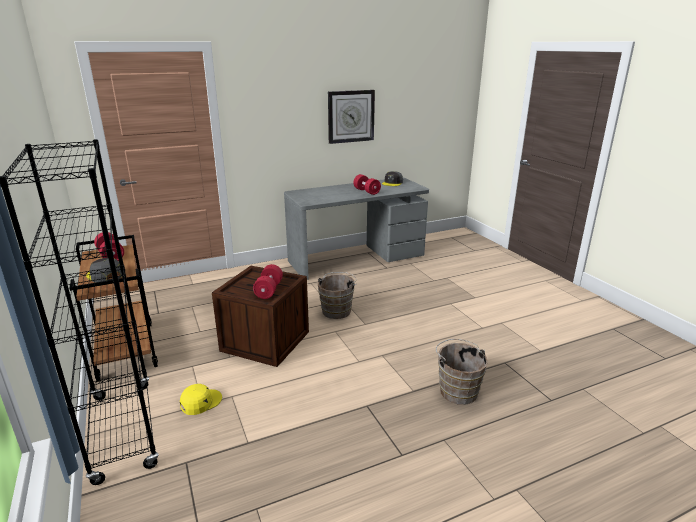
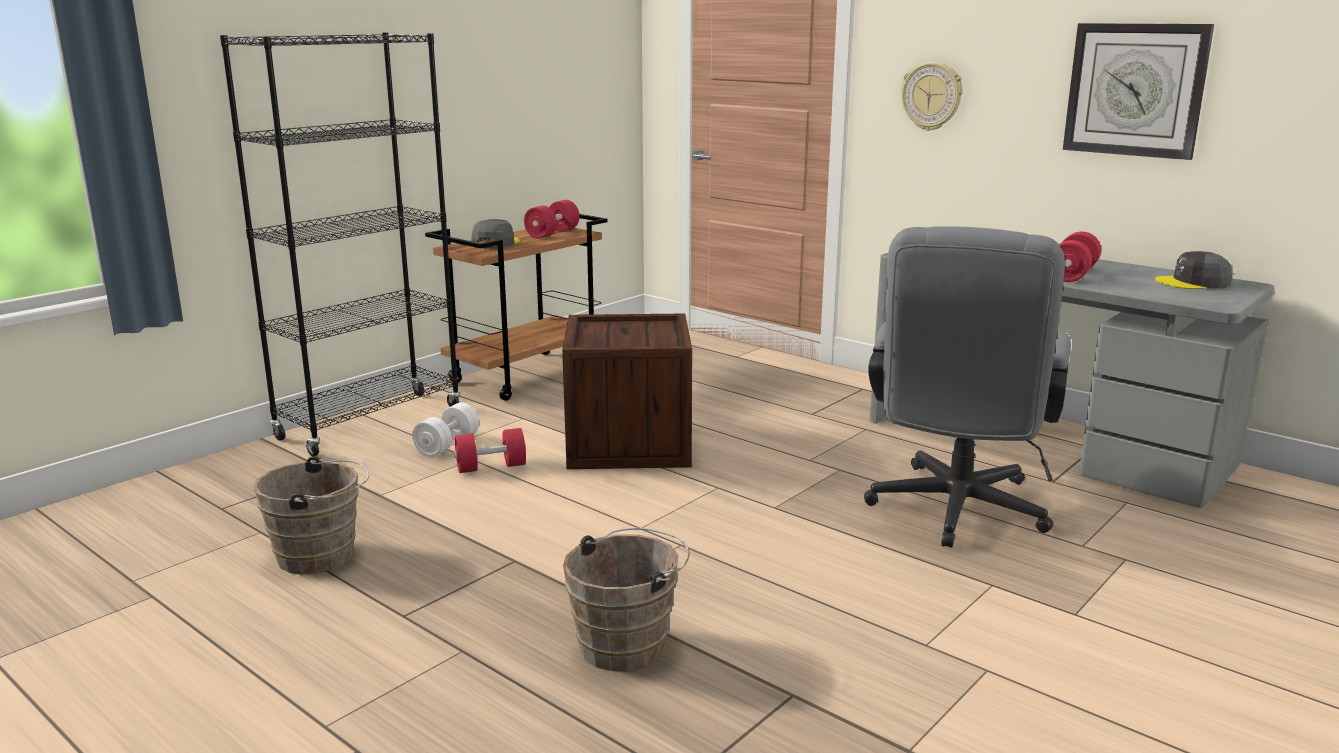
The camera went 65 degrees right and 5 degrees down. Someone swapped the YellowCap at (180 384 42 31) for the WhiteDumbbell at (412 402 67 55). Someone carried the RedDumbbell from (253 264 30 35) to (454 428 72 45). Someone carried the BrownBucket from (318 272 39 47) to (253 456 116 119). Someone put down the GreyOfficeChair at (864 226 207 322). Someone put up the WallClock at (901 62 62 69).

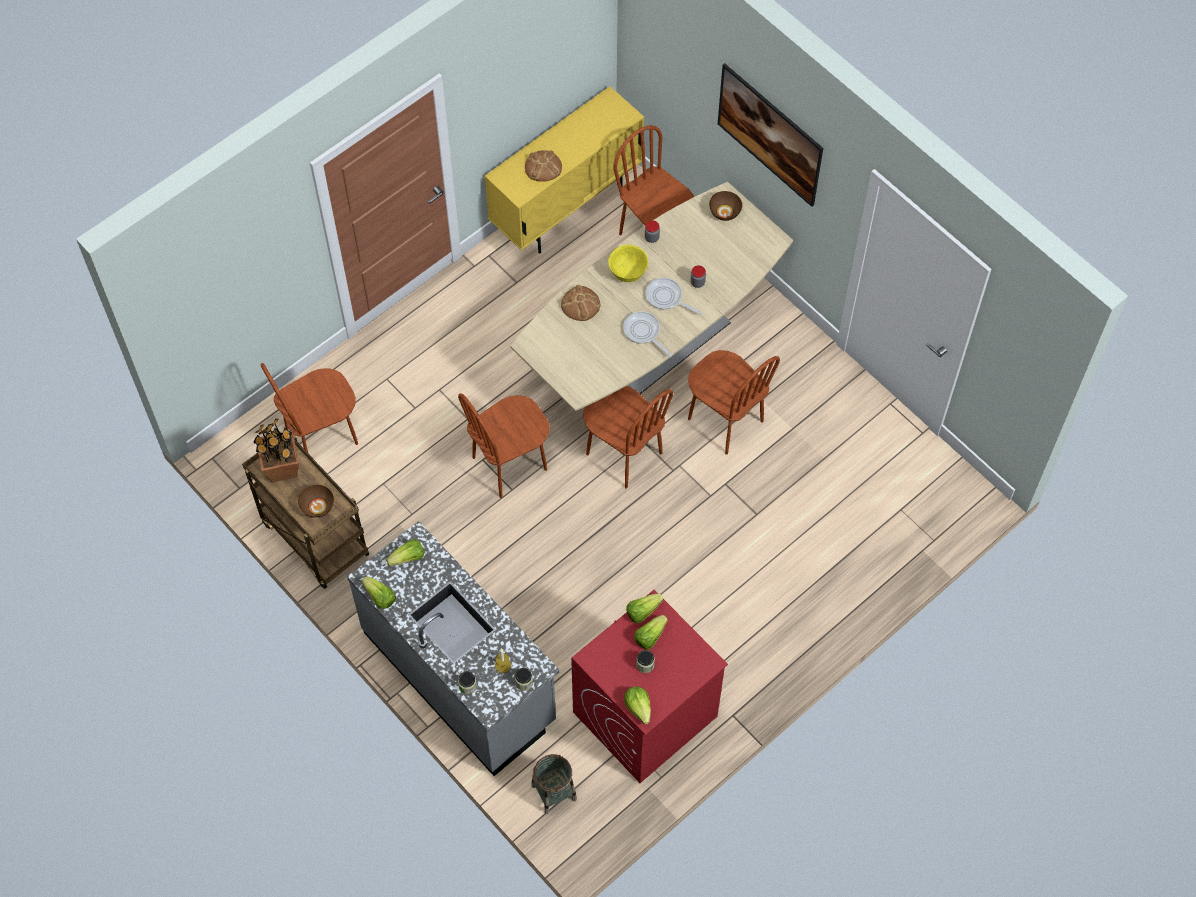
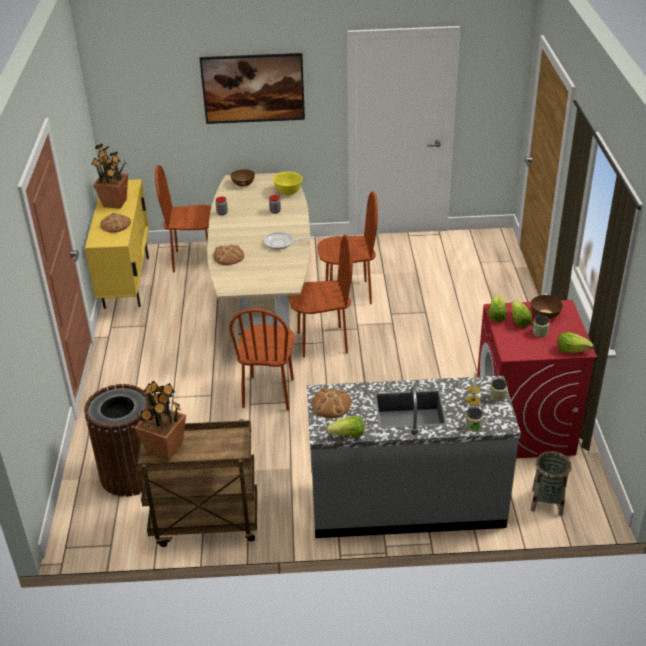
The camera went 50 degrees left and 25 degrees down. Someone swapped the BrownChair at (260 363 98 90) for the BrownTrashCan at (84 384 67 113). Someone carried the BrownBowl from (298 485 36 33) to (531 295 32 24). Someone swapped the Lettuce at (386 539 38 27) for the Bread at (312 388 39 30). Someone carried the YellowBowl from (608 244 40 38) to (273 172 29 23). Someone took away the FryingPan at (645 278 57 37). Someone put down the PottedPlant at (92 144 36 65).

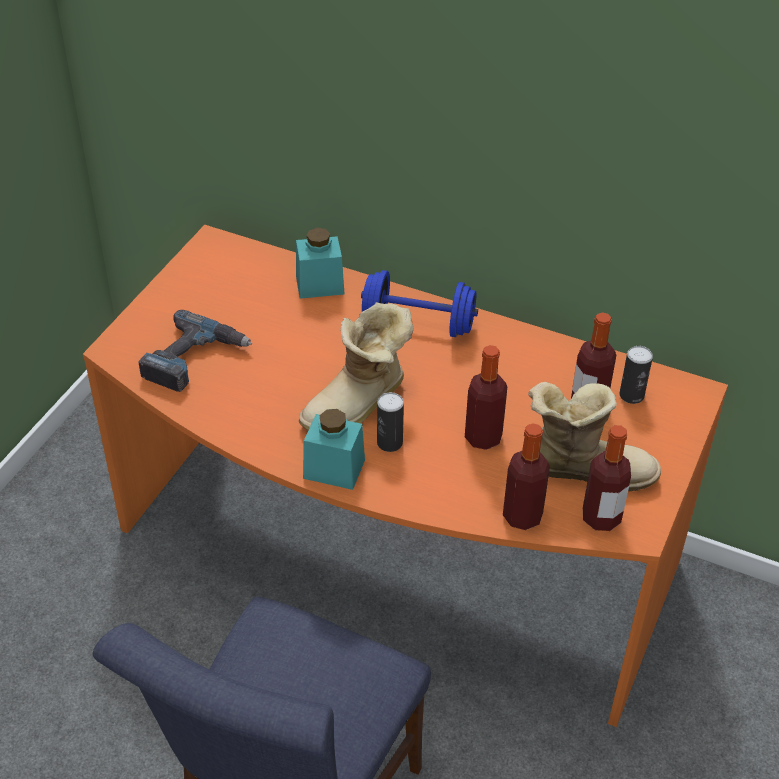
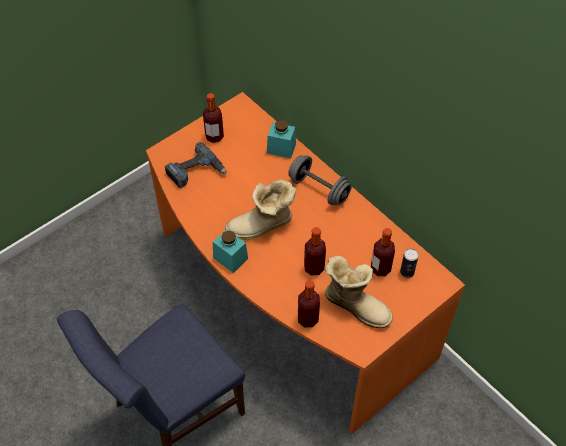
The camera went 25 degrees right and 10 degrees up. Someone repainted the BlueDumbbell at (361 270 117 67), which became the GreyDumbbell at (288 155 64 50). Someone took away the Can at (377 392 27 60). Someone carried the Bottle from (583 425 48 106) to (203 93 21 50).

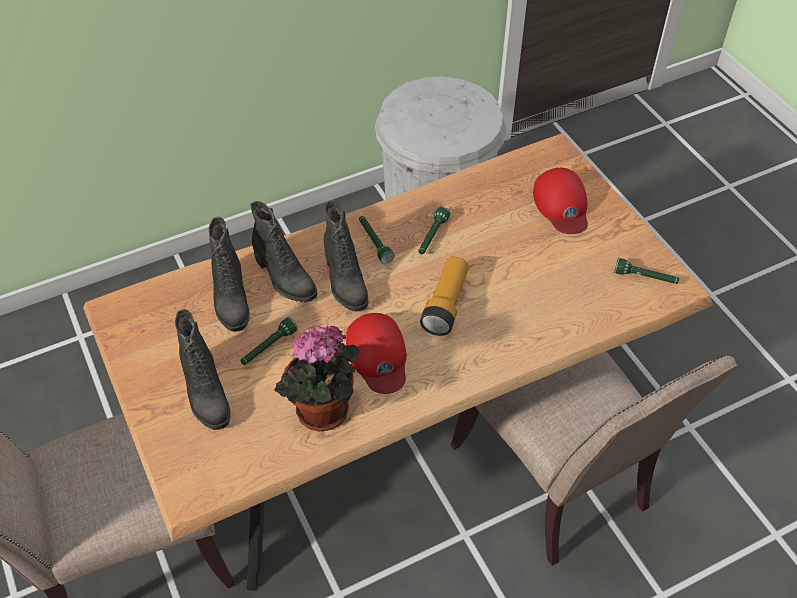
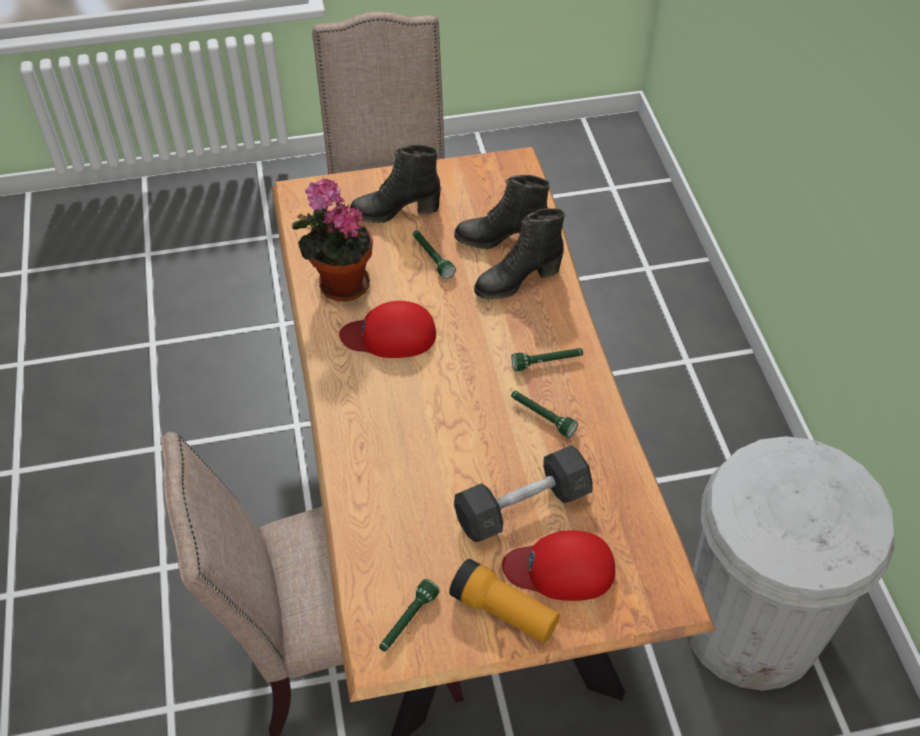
The camera went 105 degrees right and 0 degrees up. Someone took away the BlackBoot at (324 200 44 112). Someone carried the Flashlight from (420 256 48 80) to (449 559 111 84). Someone put down the GreyDumbbell at (454 445 139 97).

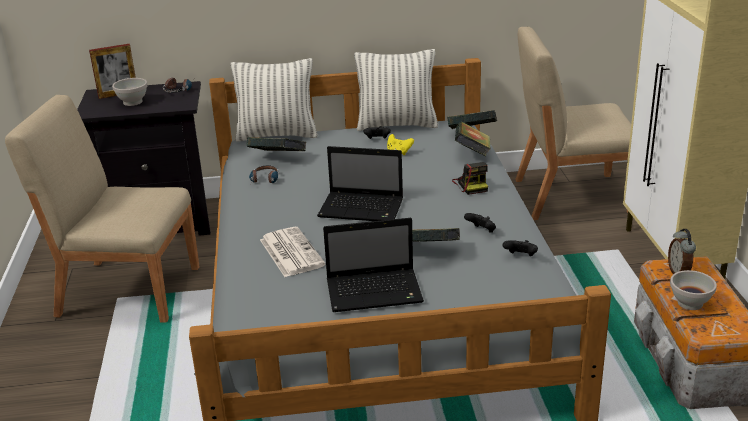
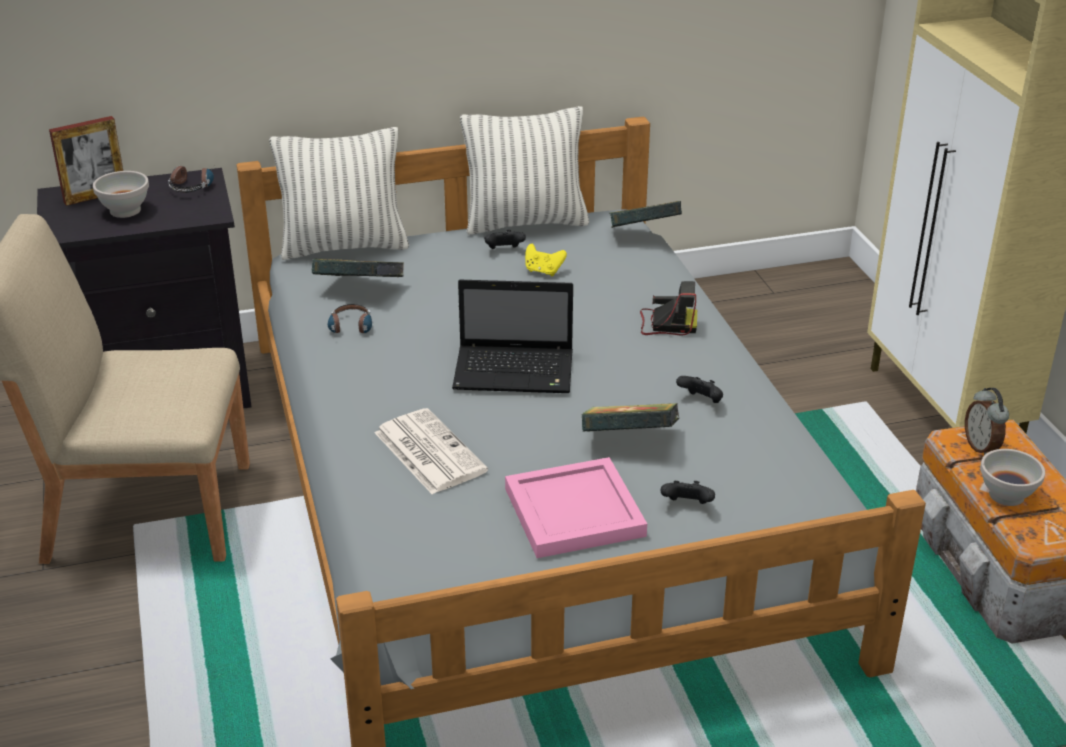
The camera went 10 degrees left and 5 degrees up. Someone swapped the Laptop at (323 218 101 94) for the PinkTray at (505 457 142 101). Someone rotated the PhotoCamera at (452 162 36 33) by 60 degrees counterclockwise. Someone took away the Book at (455 122 35 35). Someone carried the BlackGameController from (503 240 35 16) to (661 481 54 23). Someone took away the BeigeChair at (515 27 116 193).

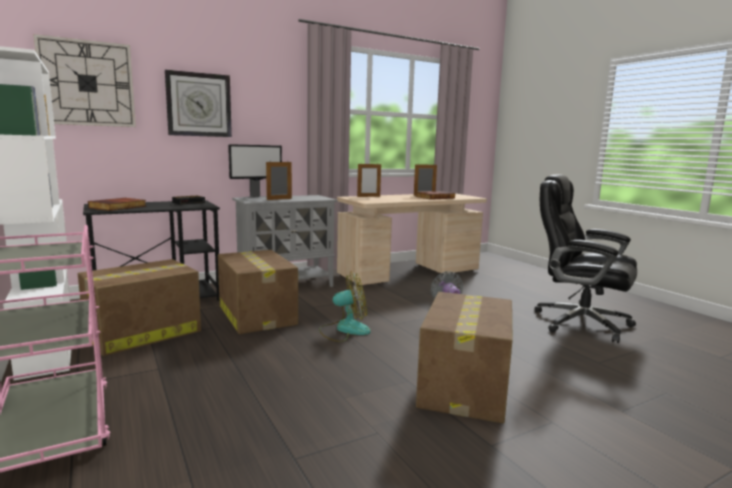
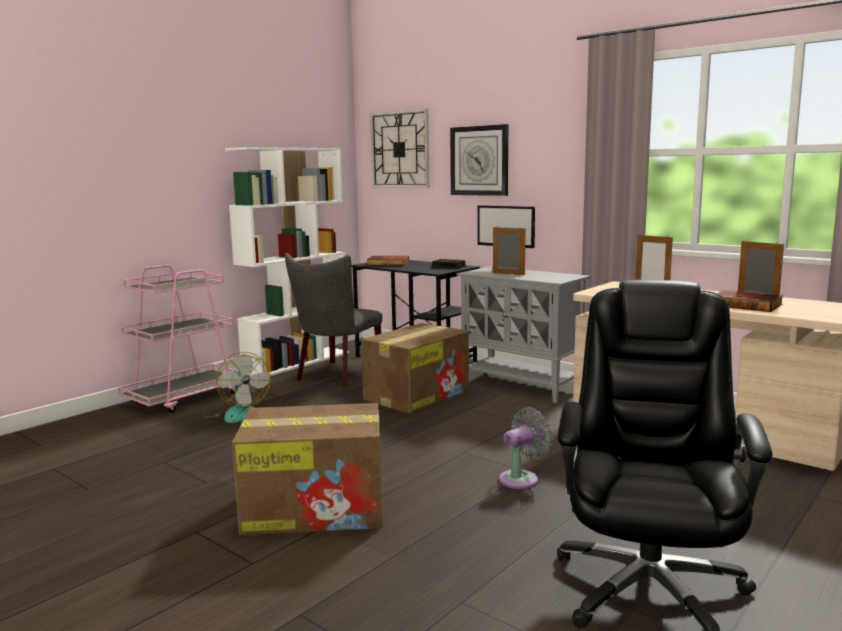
The camera went 70 degrees right and 0 degrees up. Someone swapped the CardboardBox at (78 259 123 97) for the GreyChair at (285 253 97 134). Someone carried the Fan from (319 271 52 71) to (203 352 68 71).

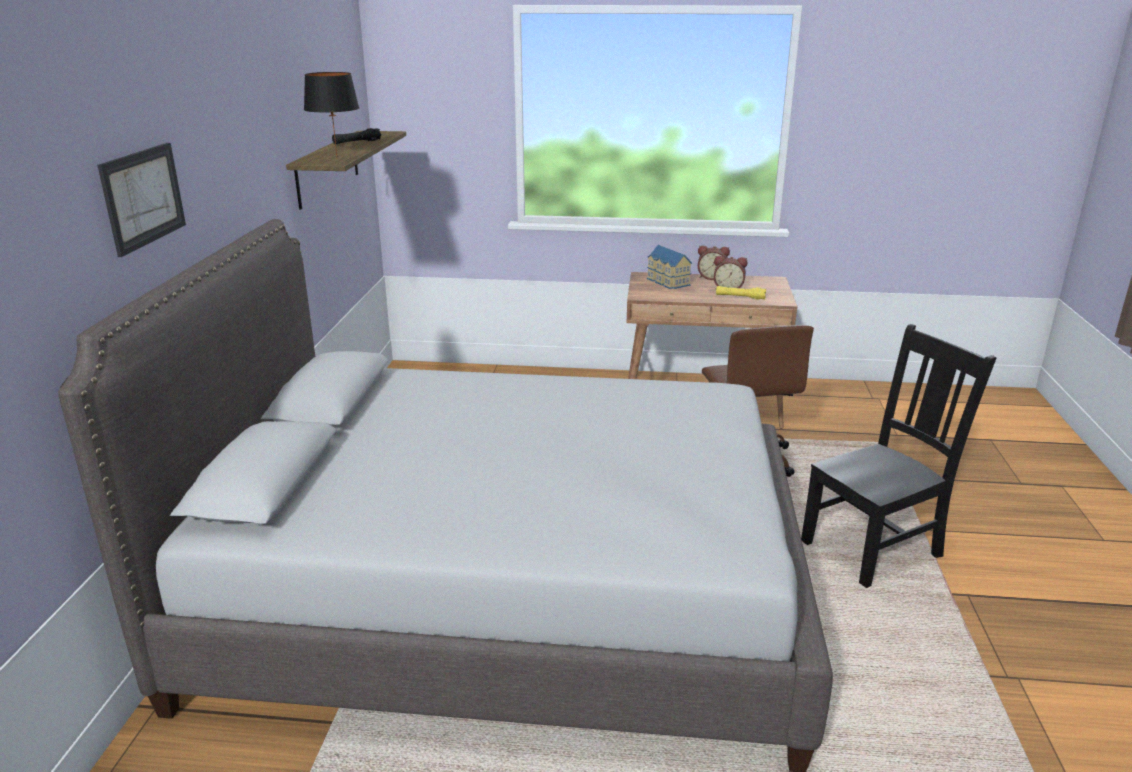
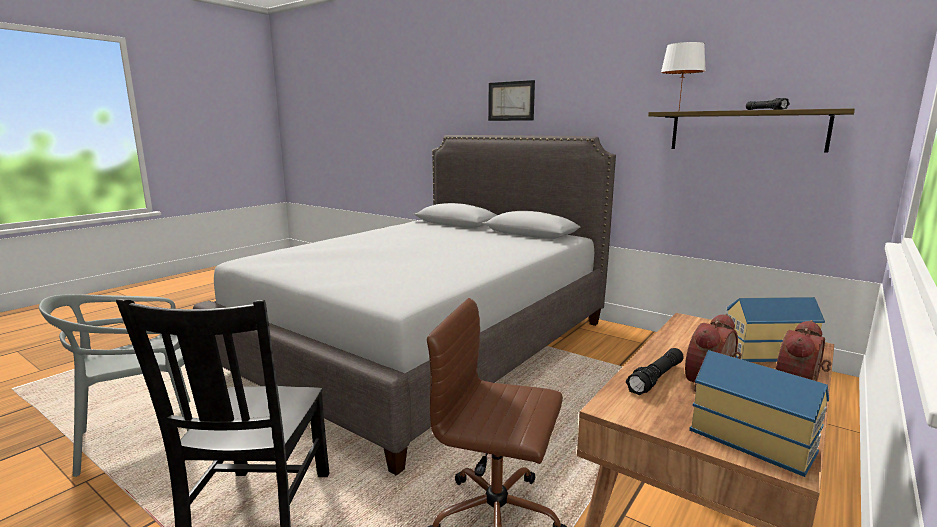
The camera went 120 degrees right and 10 degrees down. Someone repainted the BlackTableLamp at (304 72 55 87), which became the WhiteTableLamp at (661 42 45 67). Someone repainted the YellowFlashlight at (716 286 50 14), which became the BlackFlashlight at (626 348 58 47). Someone put down the GreyChair at (39 294 151 183). Someone put down the ToyHouse at (689 350 140 127).

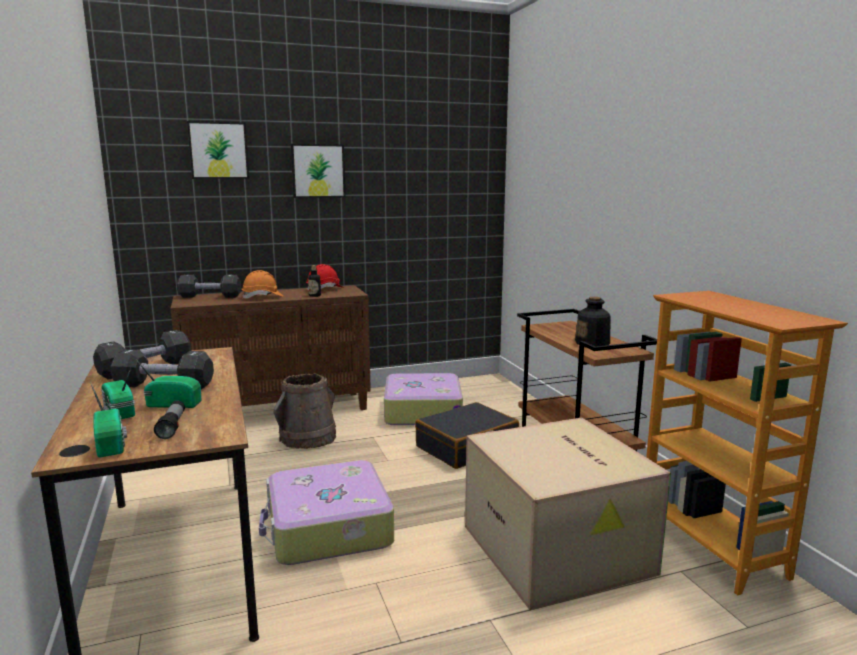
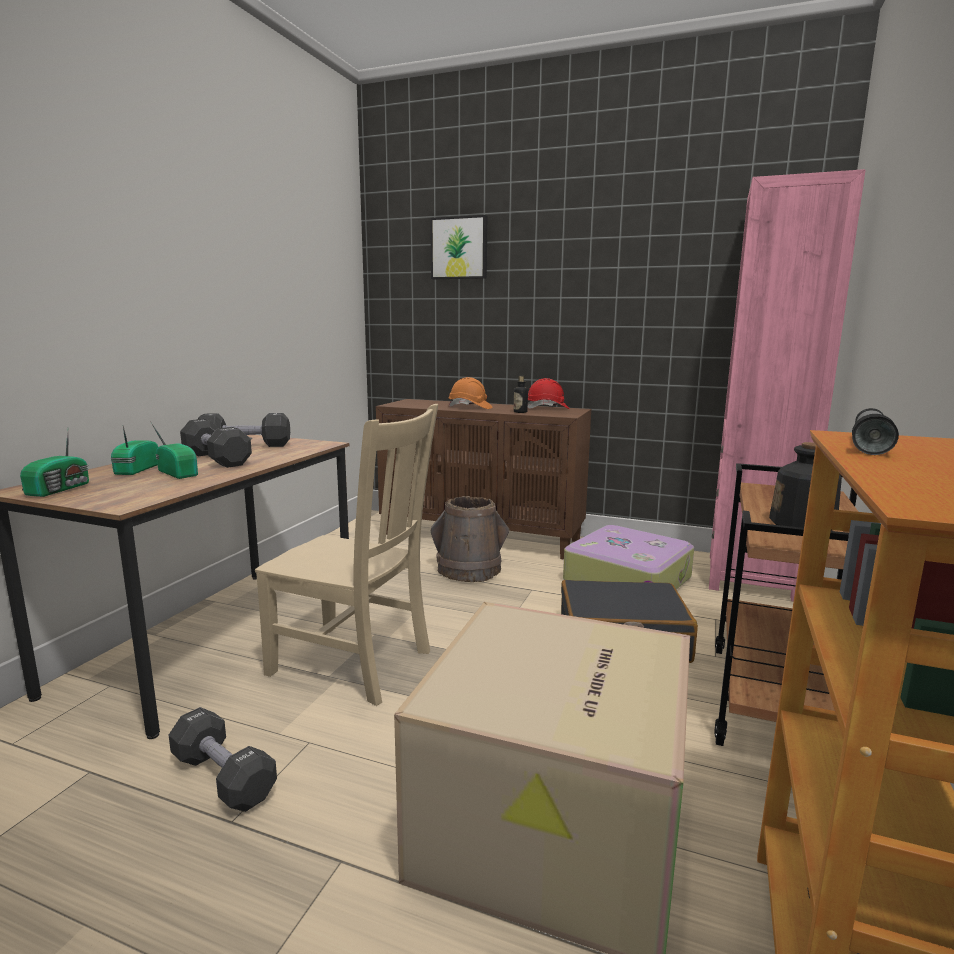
The camera went 40 degrees right and 0 degrees up. Someone carried the Flashlight from (154 400 31 39) to (852 408 47 47). Someone carried the BlackDumbbell from (177 274 64 24) to (169 707 108 105). Someone swapped the Suitcase at (259 460 135 105) for the BeigeChair at (255 404 183 302). Someone took away the Picture at (291 144 55 54). Someone put down the PinkBookcase at (709 169 157 433).

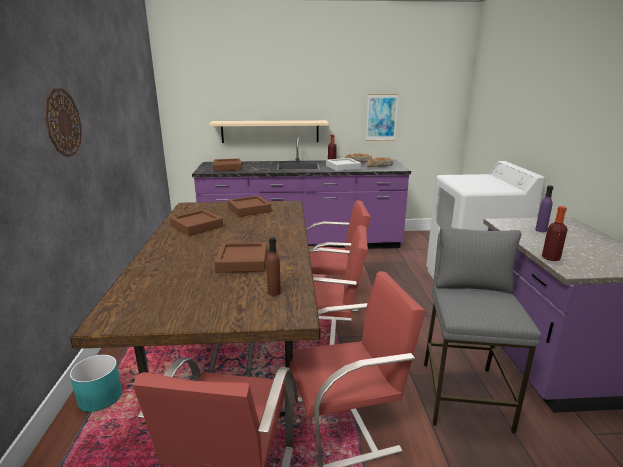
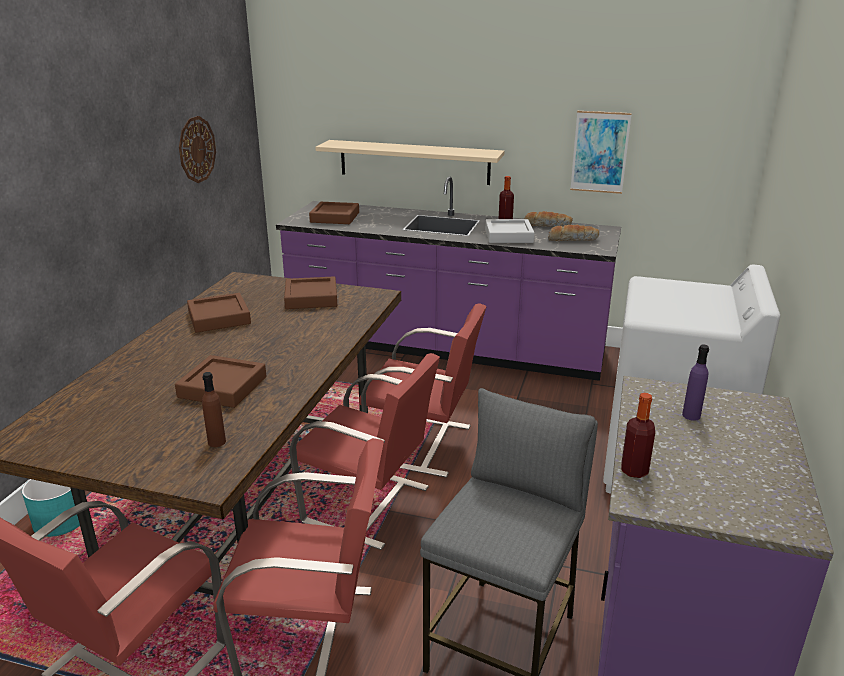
The camera went 20 degrees right and 5 degrees up. Someone carried the WallClock from (45 88 37 69) to (179 116 37 67).

